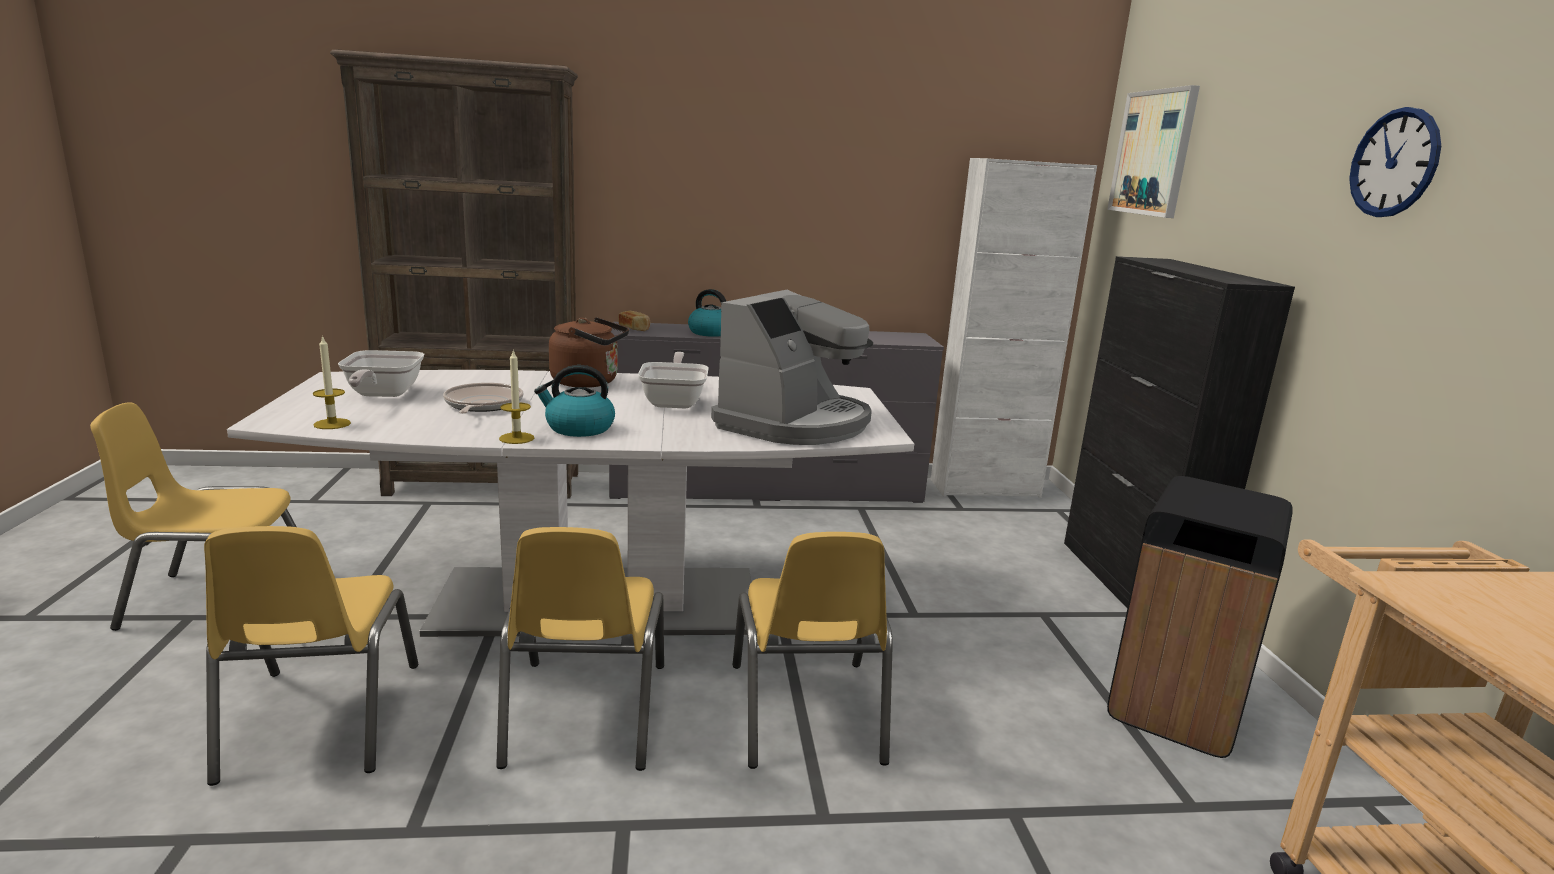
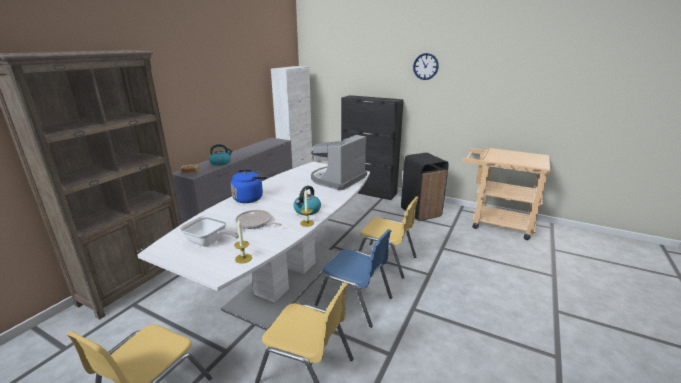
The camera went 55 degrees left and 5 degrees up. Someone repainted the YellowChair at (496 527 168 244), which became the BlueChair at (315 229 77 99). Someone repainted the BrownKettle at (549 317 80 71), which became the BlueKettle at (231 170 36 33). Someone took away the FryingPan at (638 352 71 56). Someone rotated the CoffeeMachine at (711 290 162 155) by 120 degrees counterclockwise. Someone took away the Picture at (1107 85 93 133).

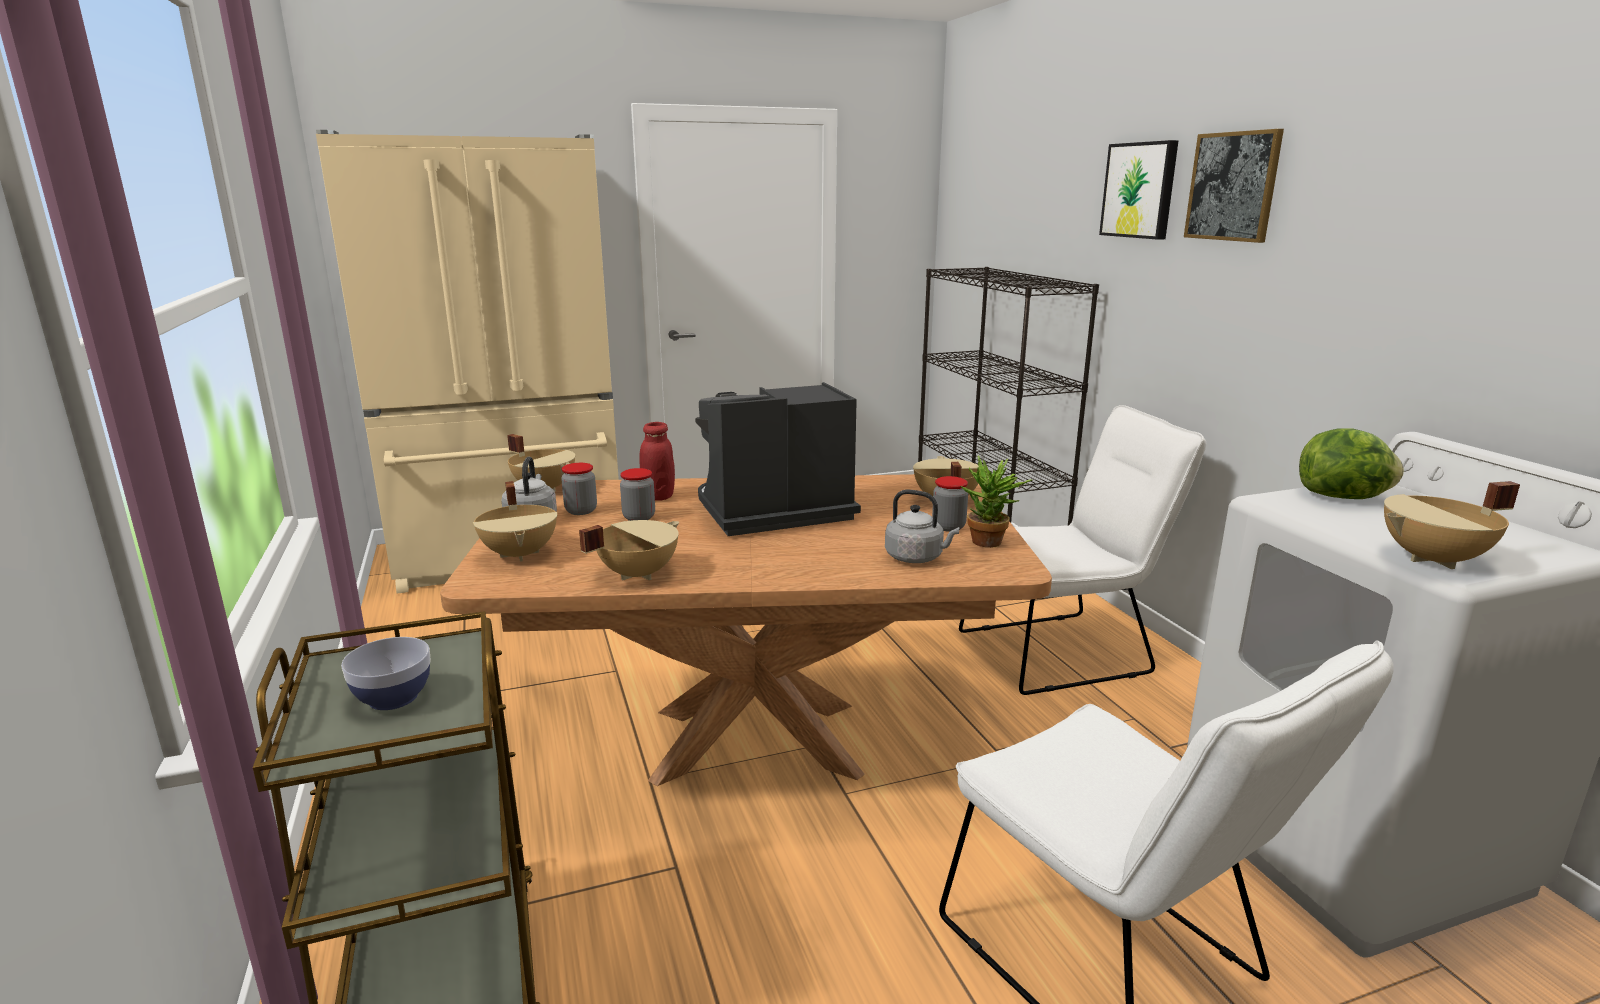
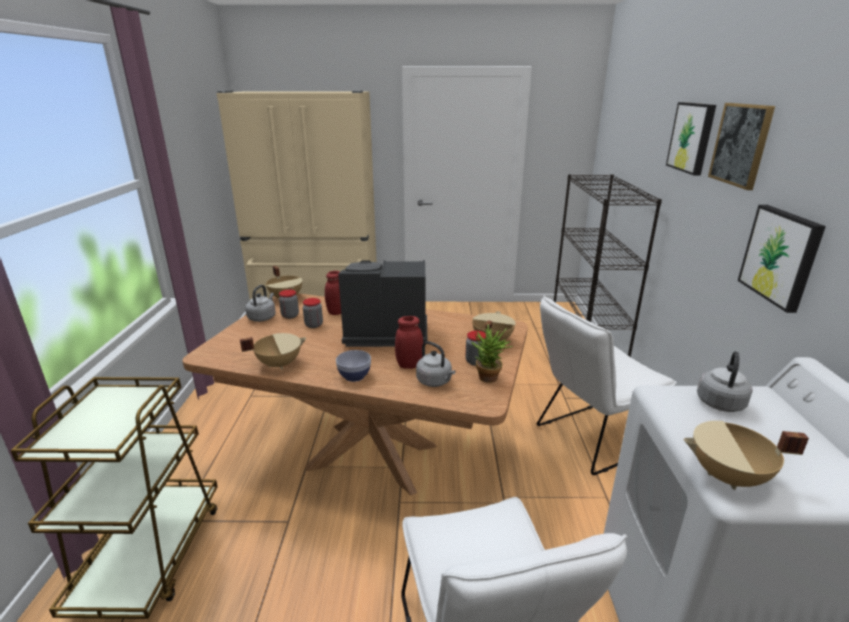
The camera went 20 degrees right and 5 degrees up. Someone carried the Bowl from (341 637 90 73) to (336 350 35 32). Someone took away the BeigeCookingPot at (473 481 84 81). Someone rotated the WhiteChair at (959 405 247 290) by 150 degrees clockwise. Someone swapped the Lettuce at (1299 429 105 70) for the GreyKettle at (697 351 55 61). Someone put down the RedJar at (395 316 28 53). Someone put up the Picture at (738 205 88 108).

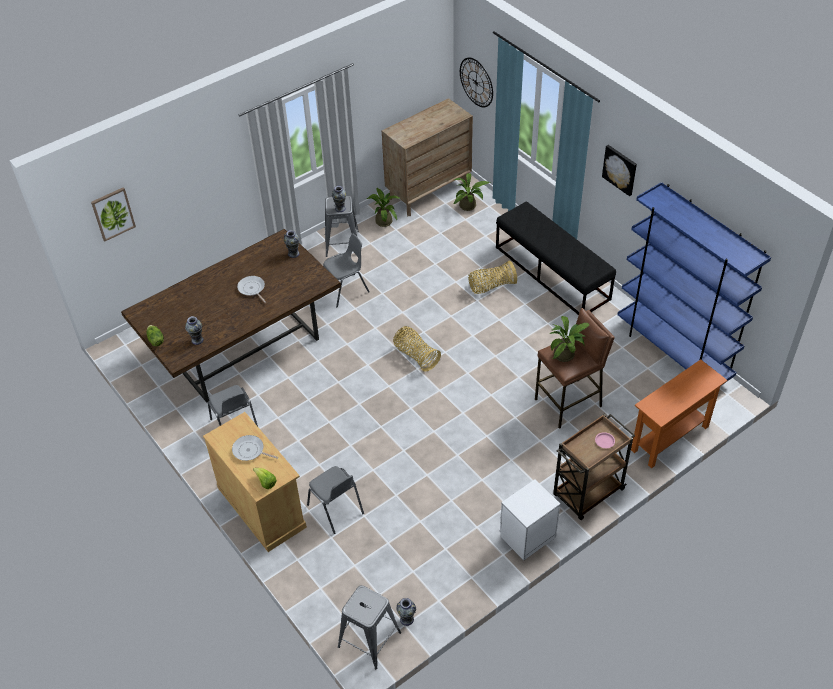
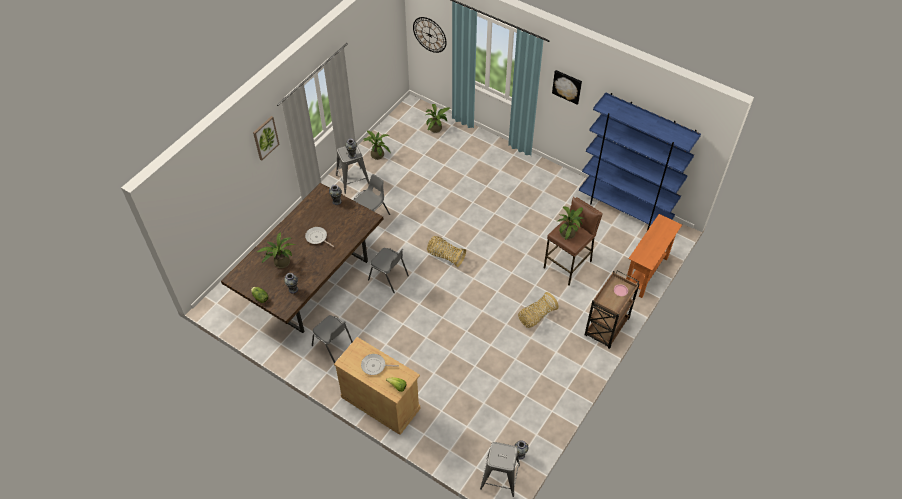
The camera went 20 degrees left and 5 degrees up. Someone carried the Picture from (91 187 45 55) to (253 116 26 45). Someone carried the GreyChair from (307 466 57 68) to (368 248 41 45). Someone took away the BrownDresser at (382 98 91 118). Someone carried the Basket from (468 261 49 33) to (518 292 41 36). Someone took away the BlackBench at (496 201 120 114). Someone took away the WhiteNightstand at (500 479 60 82). Someone put down the PottedPlant at (257 232 38 36).

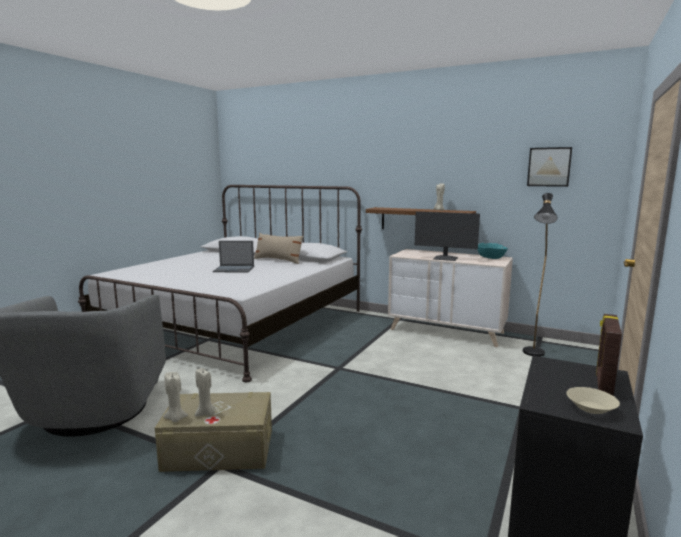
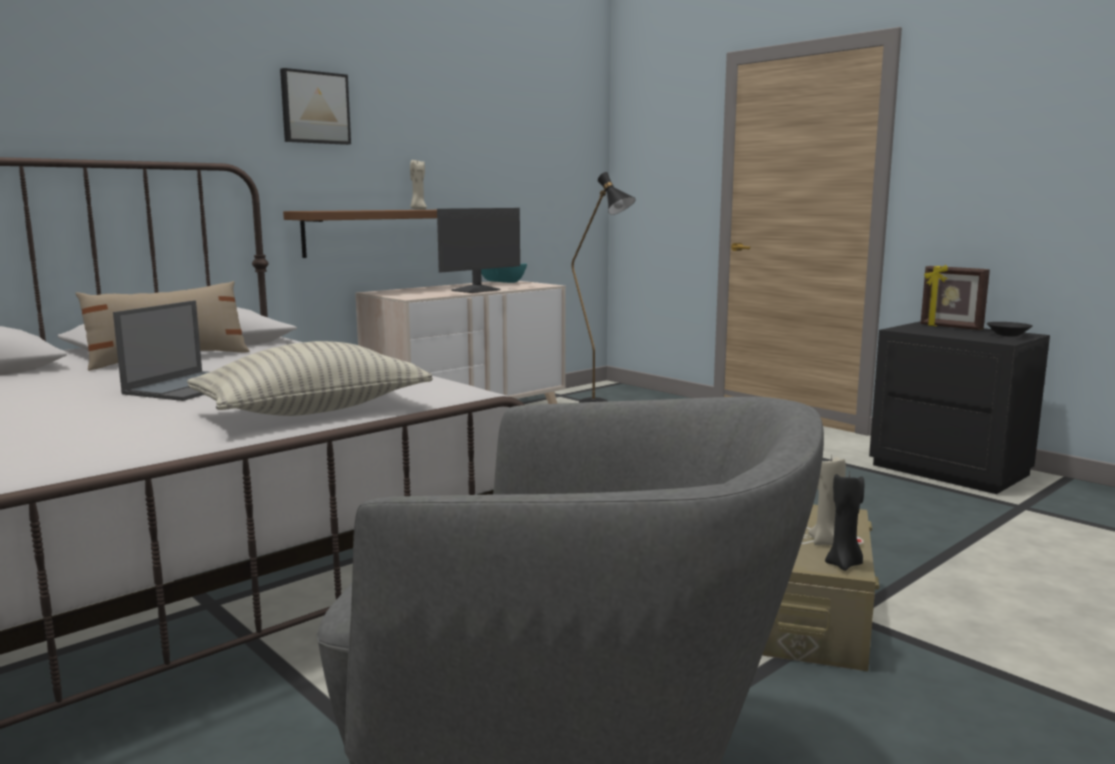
The camera went 70 degrees left and 0 degrees up. Someone repainted the BeigeCandle at (163 372 25 50), which became the BlackCandle at (825 472 39 99). Someone carried the Picture from (527 147 45 40) to (280 68 71 77). Someone repainted the BeigeBowl at (567 387 53 27), which became the BlackBowl at (986 322 46 15). Someone put down the Pillow at (187 341 246 75).

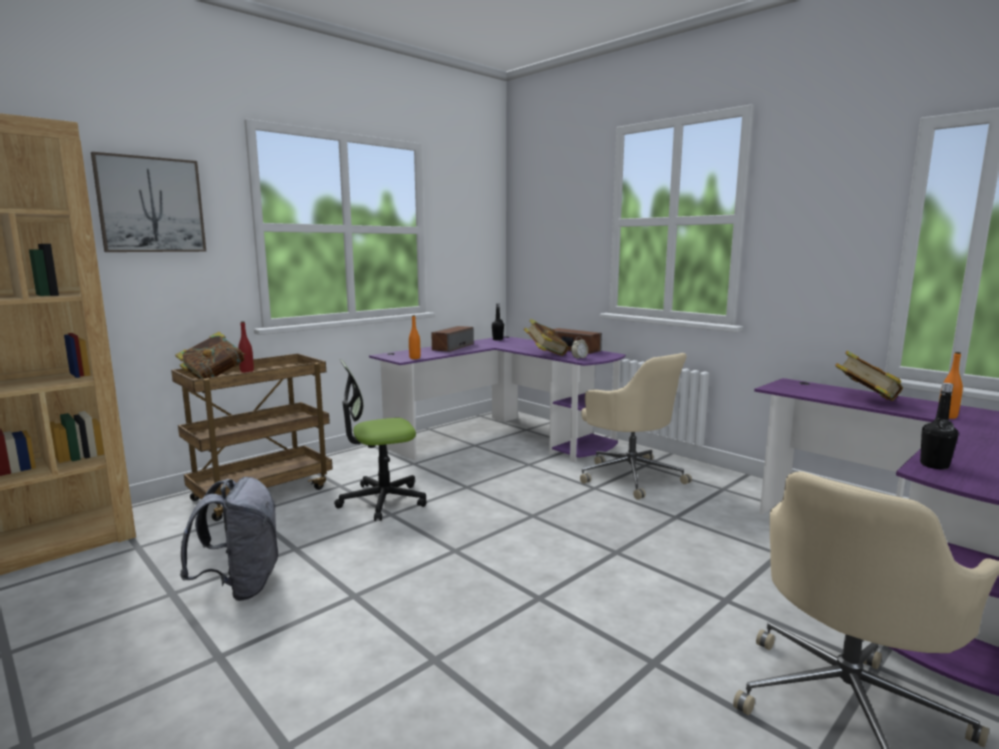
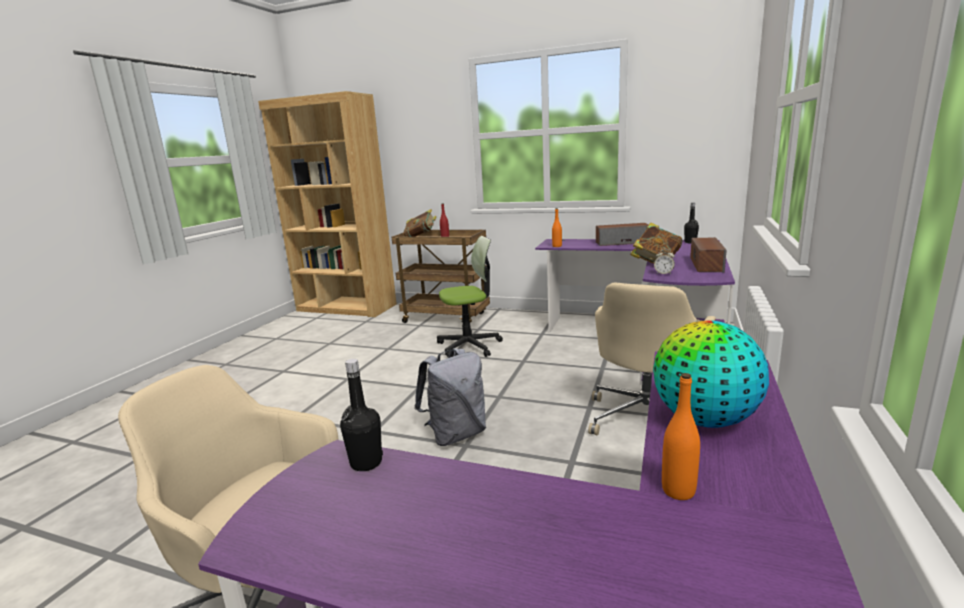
The camera went 65 degrees right and 5 degrees up. Someone took away the Picture at (91 152 115 100). Someone carried the GreyBackpack from (180 477 98 124) to (414 348 72 98). Someone rotated the OfficeChair at (334 359 93 162) by 120 degrees clockwise. Someone swapped the Book at (835 351 68 50) for the Globe at (653 320 116 108).

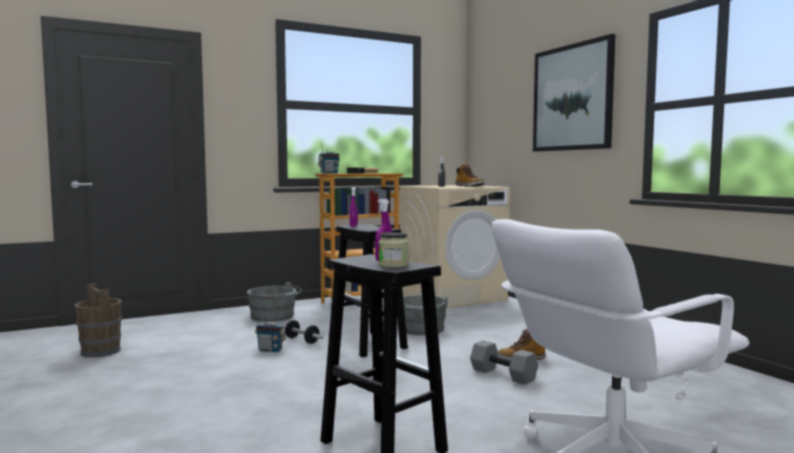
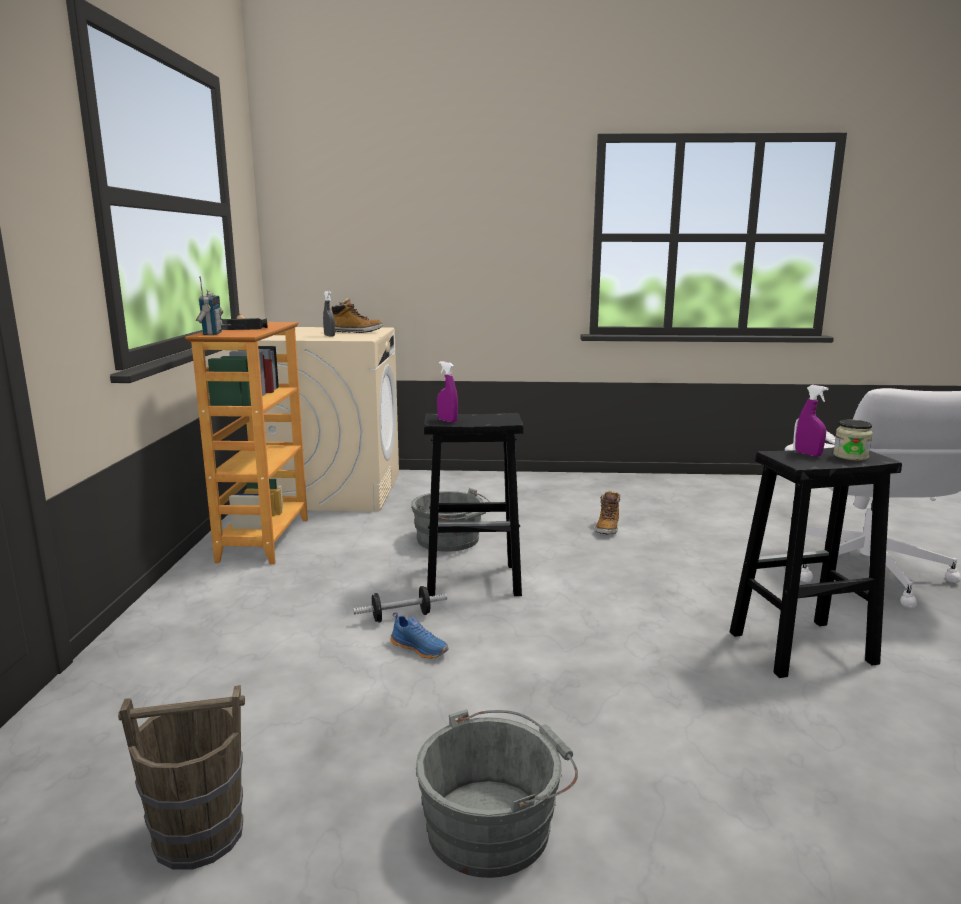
The camera went 60 degrees left and 10 degrees up. Someone carried the GreyBucket from (247 282 55 40) to (416 709 162 169). Someone swapped the Radio at (255 311 31 41) for the BlueShoe at (390 612 59 47). Someone took away the GreyDumbbell at (470 340 68 45). Someone took away the Picture at (533 34 82 117).

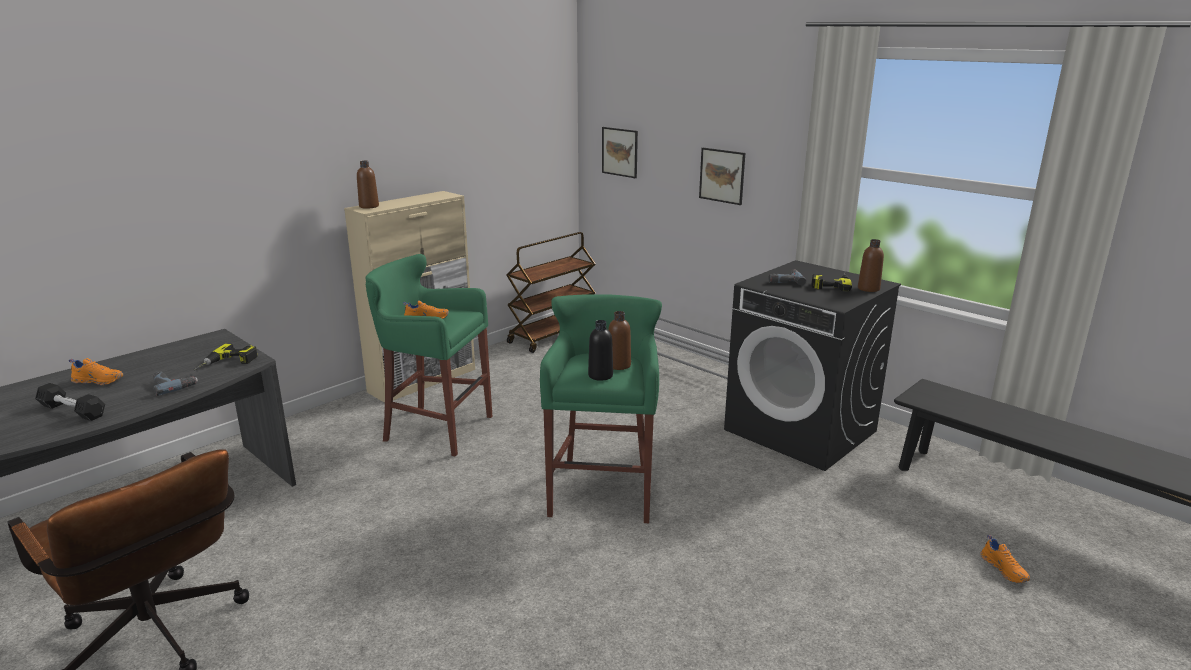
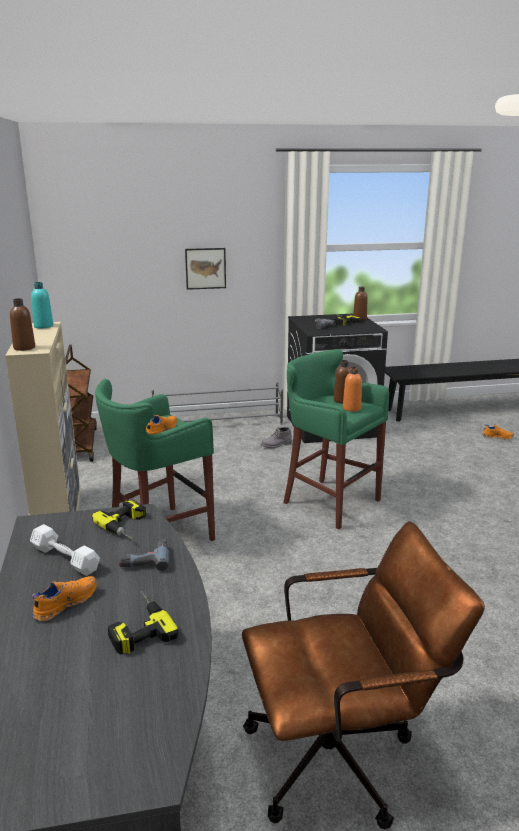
The camera went 55 degrees left and 0 degrees up. Someone swapped the BlackDumbbell at (35 383 70 38) for the PowerDrill at (108 590 70 65). Someone repainted the BlackBottle at (588 320 25 61), which became the OrangeBottle at (343 367 19 45). Someone took away the Picture at (602 127 36 51). Someone put down the WhiteDumbbell at (30 524 70 52). Someone put down the TurquoiseBottle at (31 282 22 47). Someone put down the GreyBoot at (261 427 31 21).

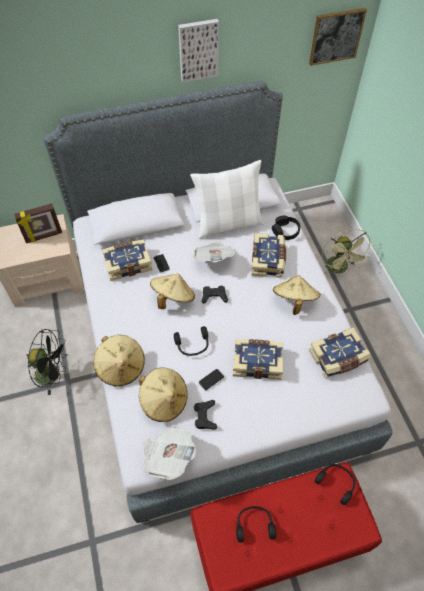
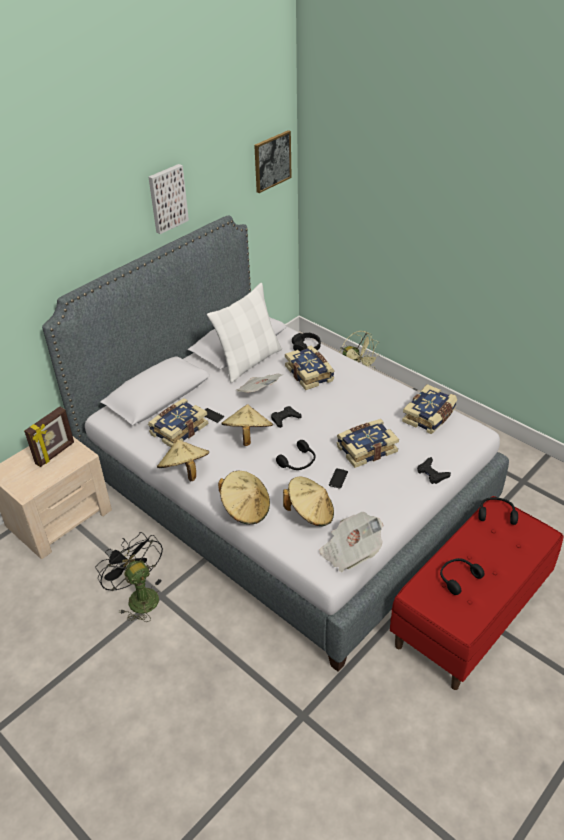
The camera went 30 degrees left and 15 degrees down. Someone rotated the BlackFan at (26 329 42 66) by 105 degrees counterclockwise. Someone carried the BlackGameController from (194 400 23 30) to (417 457 34 27). Someone carried the BeigeHat from (273 275 47 40) to (157 439 52 43).

